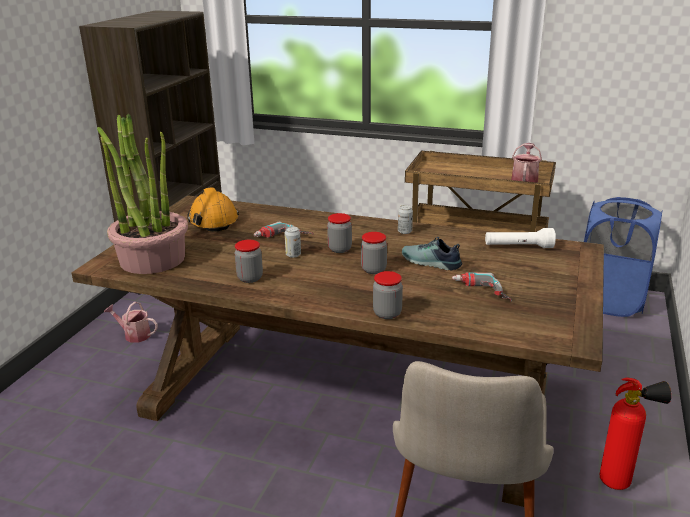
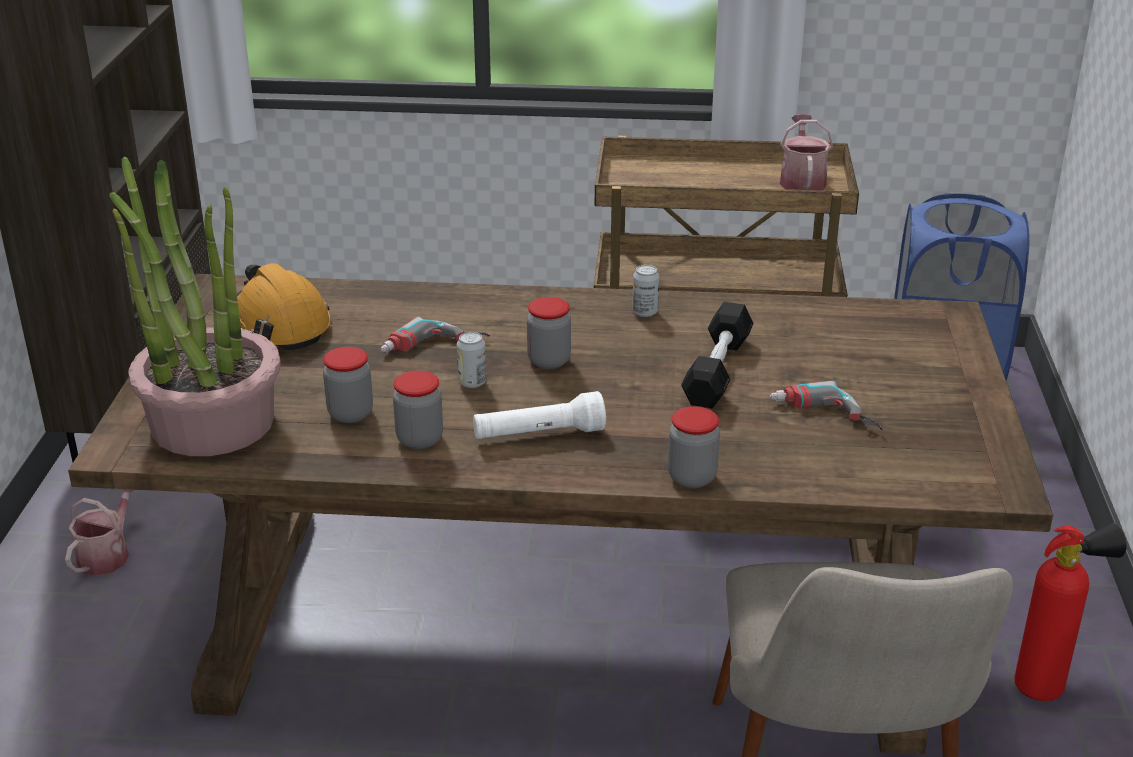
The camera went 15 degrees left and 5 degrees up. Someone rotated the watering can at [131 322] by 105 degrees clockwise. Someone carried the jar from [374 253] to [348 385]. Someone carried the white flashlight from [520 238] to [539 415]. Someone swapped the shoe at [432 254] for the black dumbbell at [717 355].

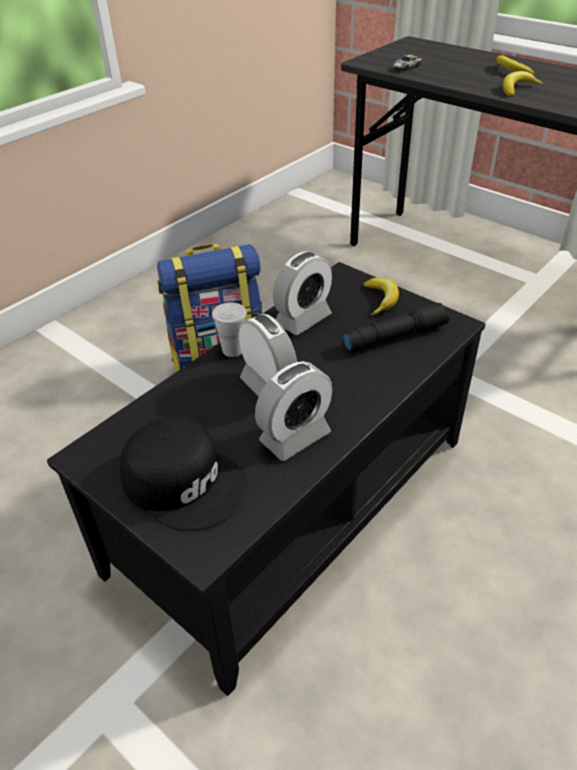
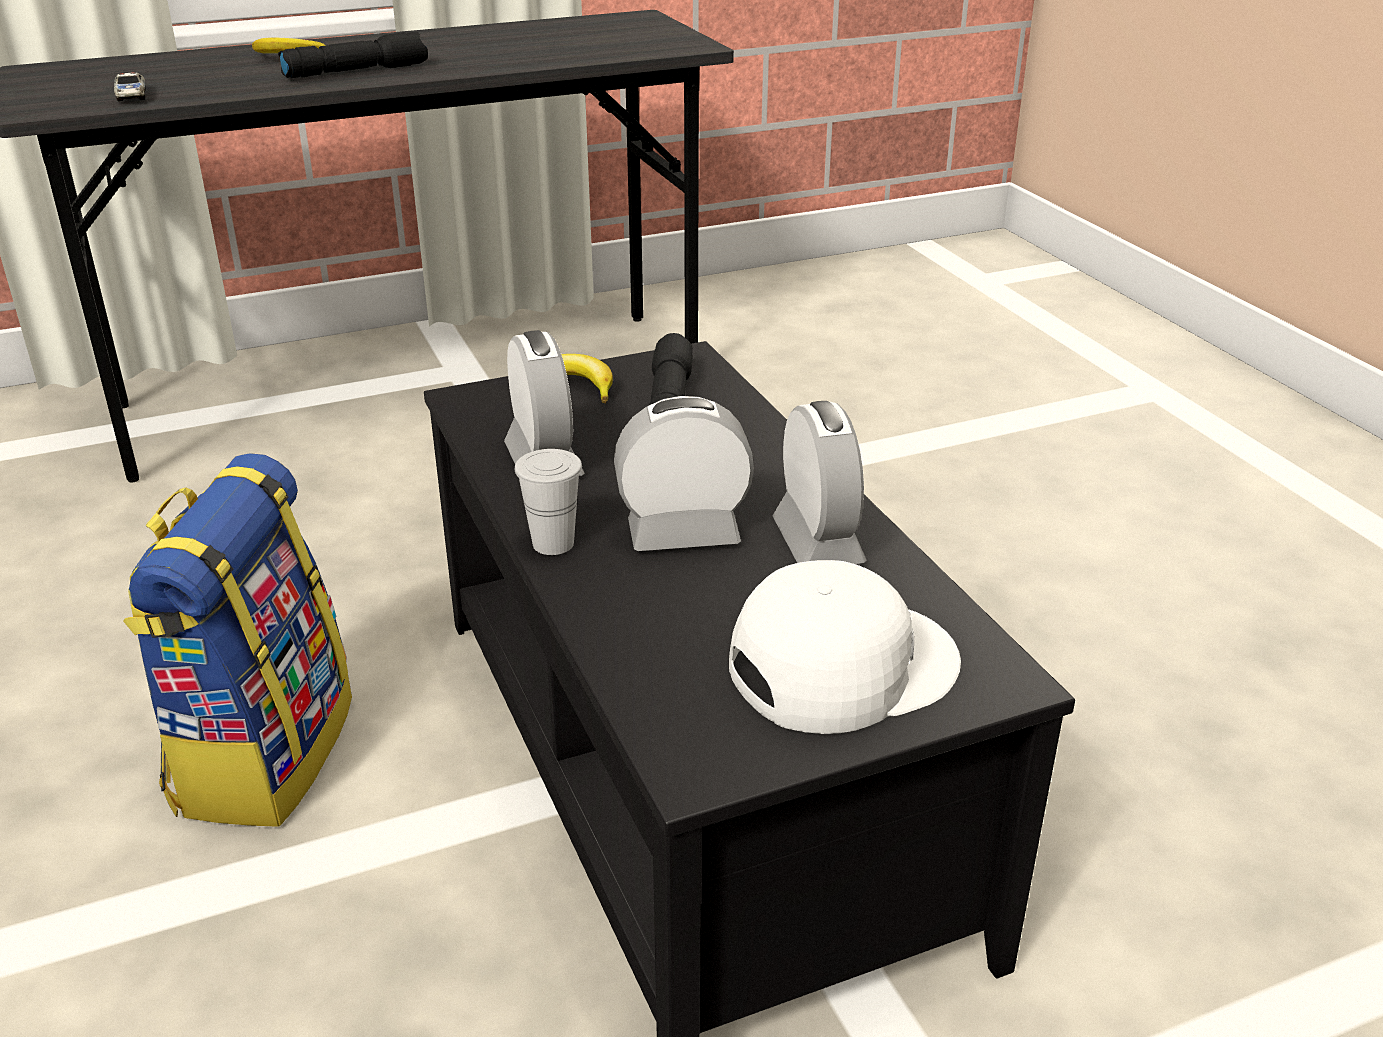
The camera went 65 degrees left and 10 degrees down. Someone swapped the banana at [523 84] for the black flashlight at [353 55]. Someone repainted the black cap at [183 473], which became the white cap at [845 647].

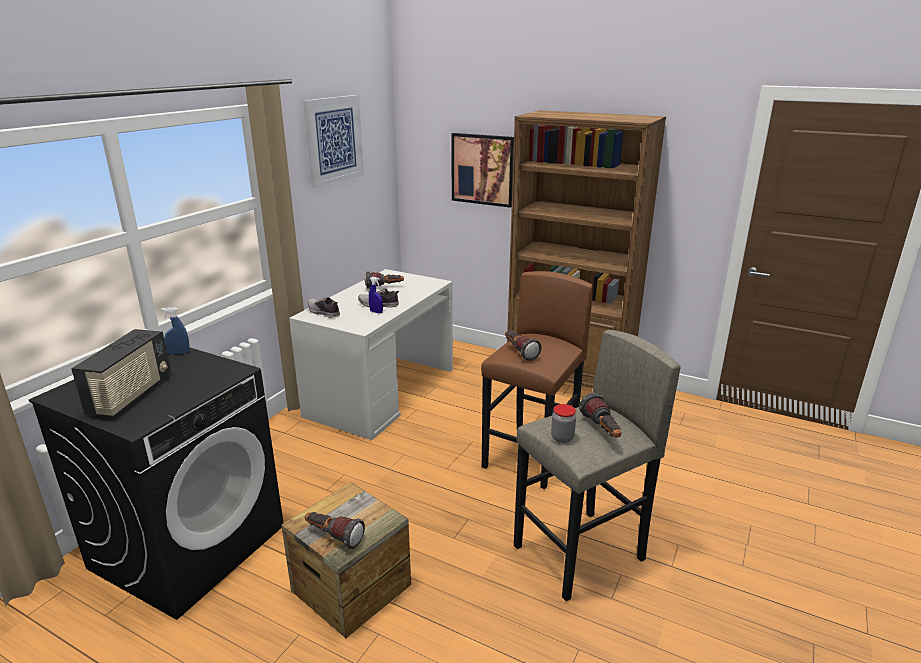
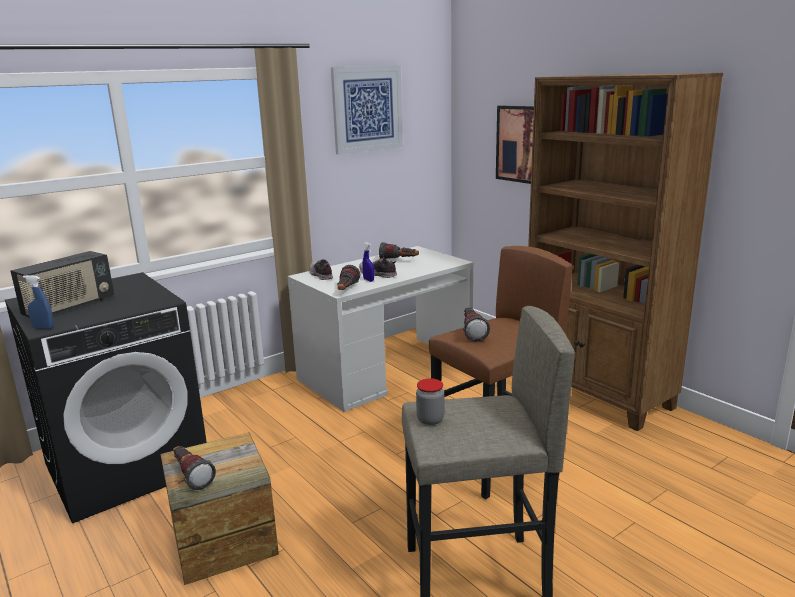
The camera went 25 degrees right and 5 degrees down. Someone carried the blue spray bottle from [175 331] to [38 302]. Someone carried the flashlight from [600 415] to [348 277].

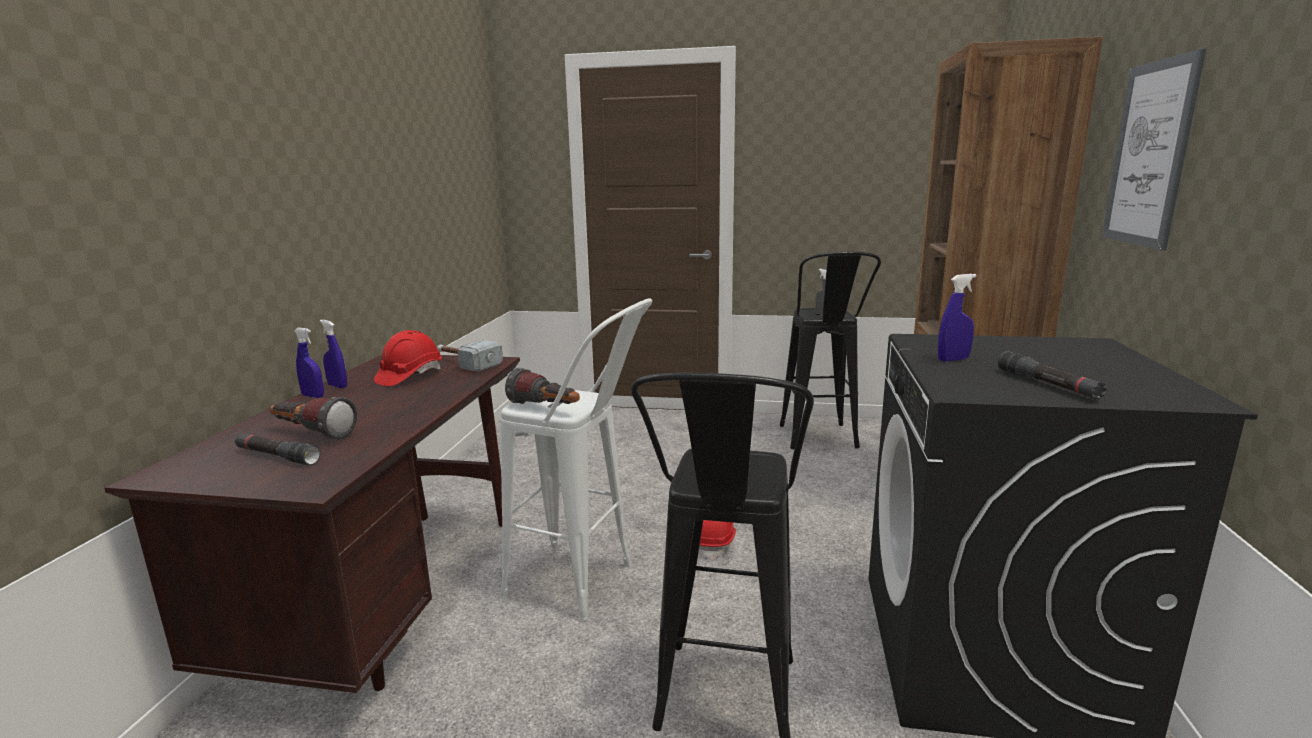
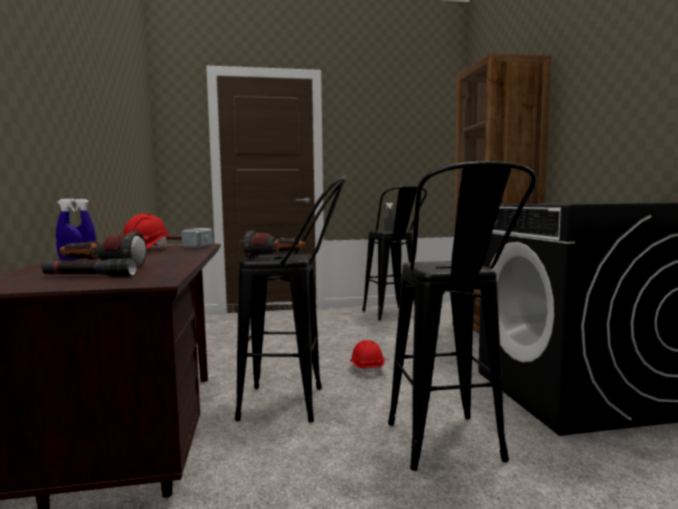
The camera went 20 degrees left and 10 degrees down. Someone repainted the white stool at [576 459], which became the black stool at [291 299]. Someone took away the blue spray bottle at [957 317]. Someone took away the black flashlight at [1052 375]. Someone took away the picture at [1154 150].

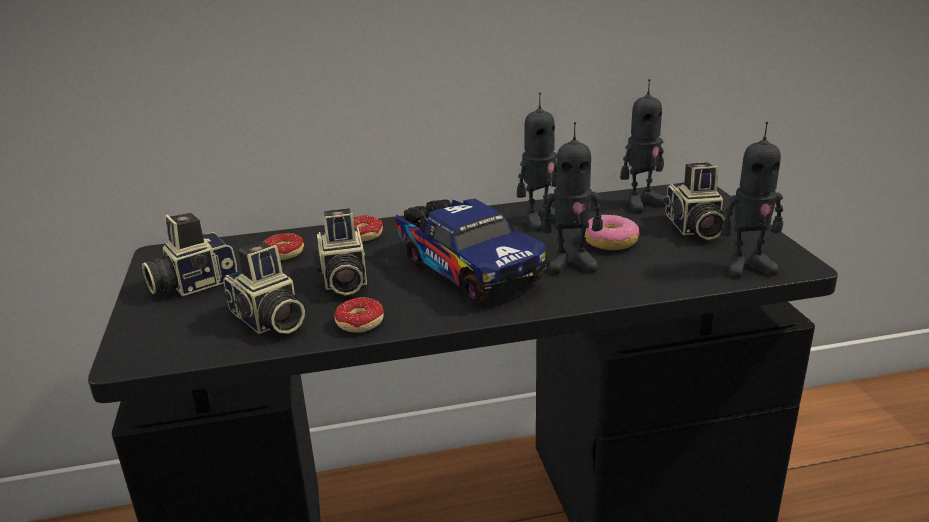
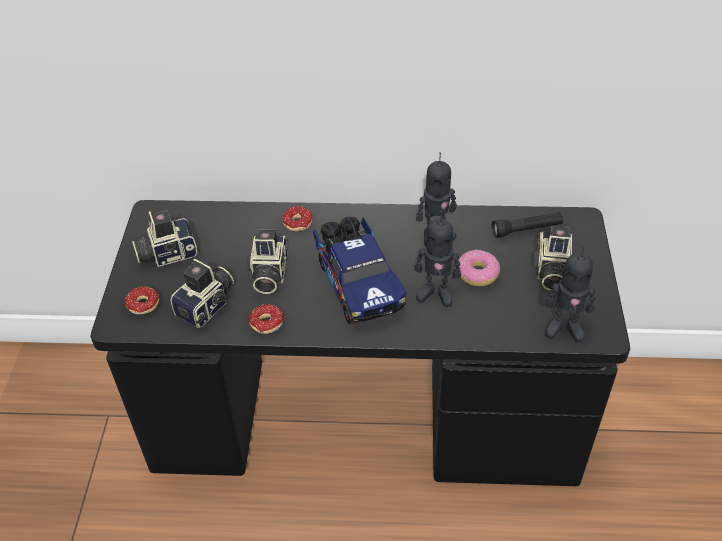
The camera went 15 degrees right and 20 degrees up. Someone carried the donut from [284 246] to [142 303]. Someone rotated the photo camera at [263 288] by 120 degrees counterclockwise. Someone swapped the toy robot at [643 146] for the black flashlight at [527 225].

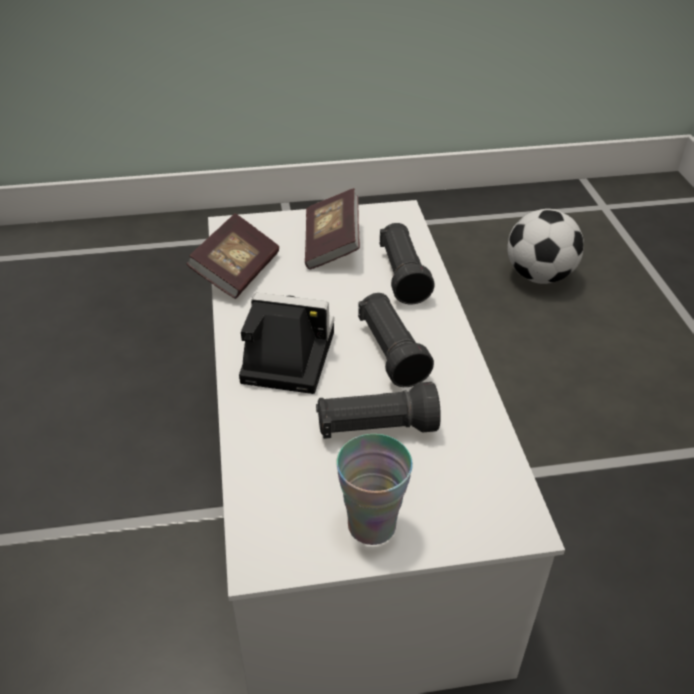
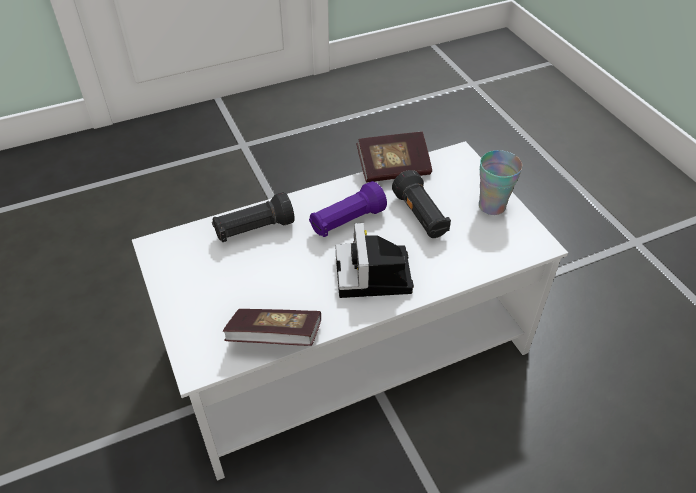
The camera went 105 degrees left and 5 degrees up. Someone repainted the black flashlight at [396 340], which became the purple flashlight at [348 209]. Someone carried the book from [332 229] to [394 157]. Someone took away the football at [545 246].

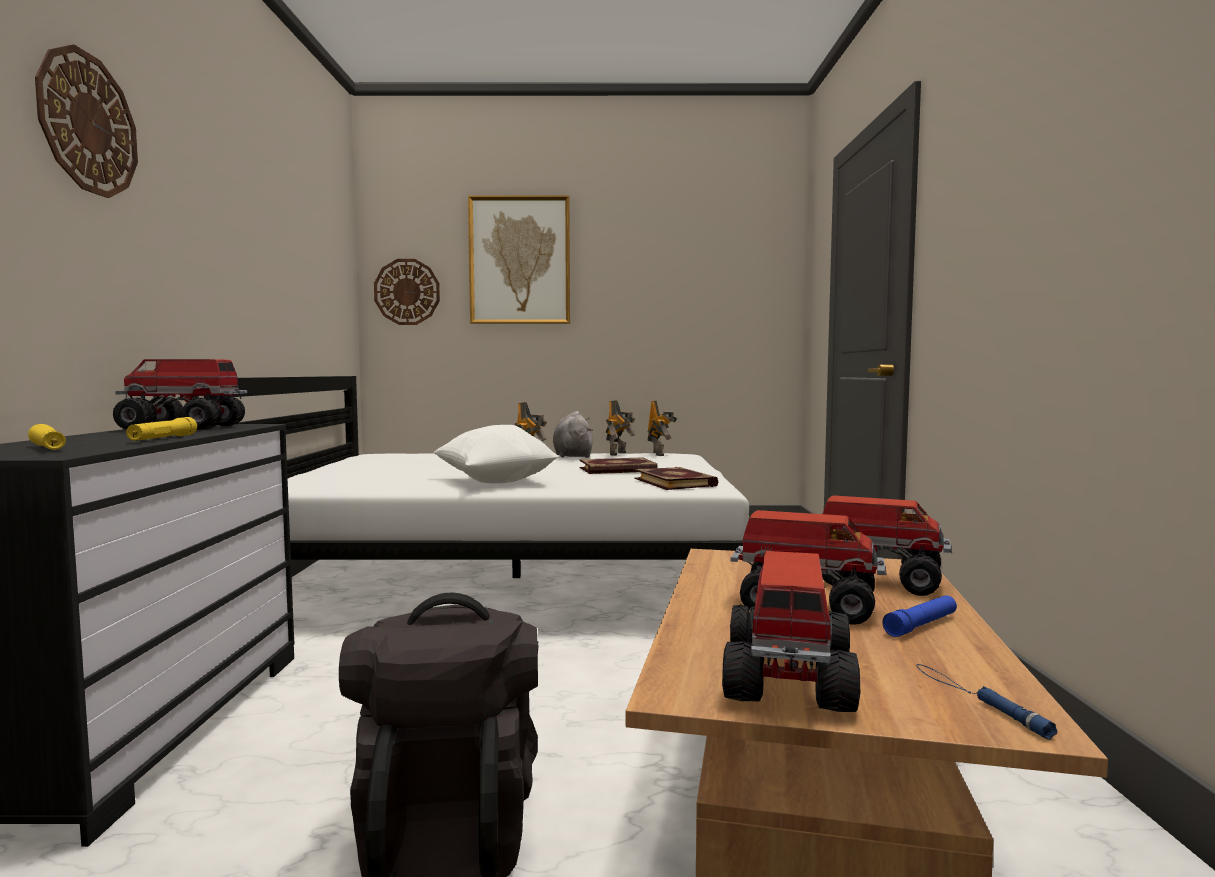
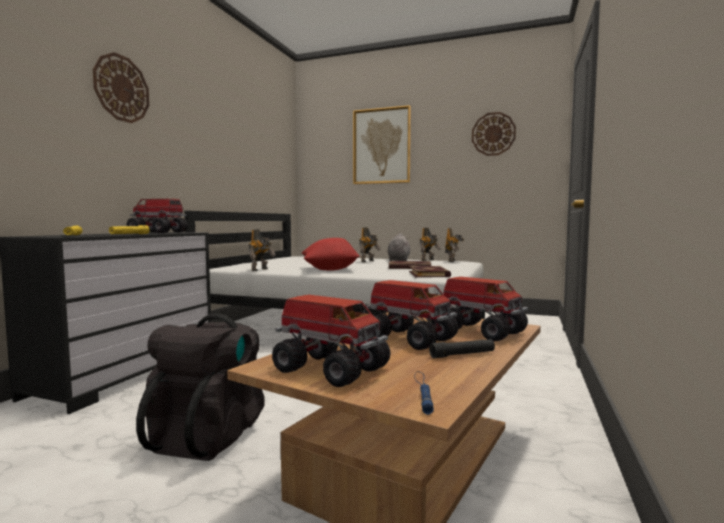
The camera went 20 degrees right and 0 degrees up. Someone put down the toy robot at [261 250]. Someone rotated the toy truck at [791 631] by 90 degrees clockwise. Someone repainted the white pillow at [496 454], which became the red pillow at [331 254]. Someone repainted the blue flashlight at [919 616], which became the black flashlight at [462 348]. Someone carried the wall clock from [407 292] to [494 134].

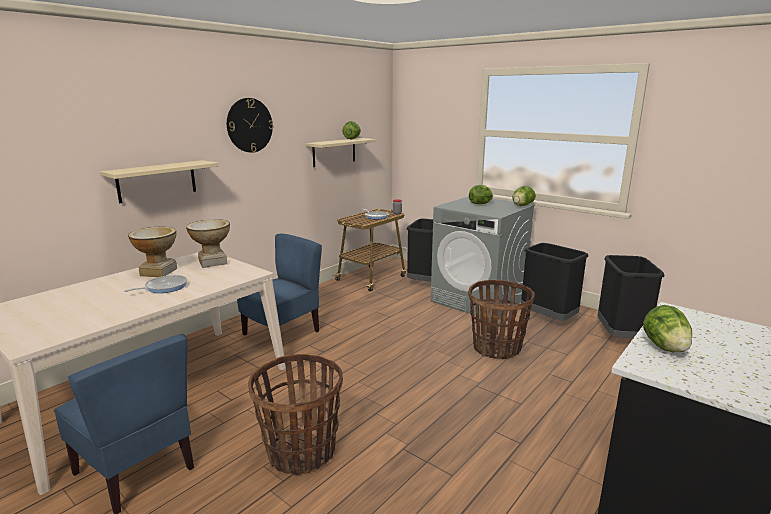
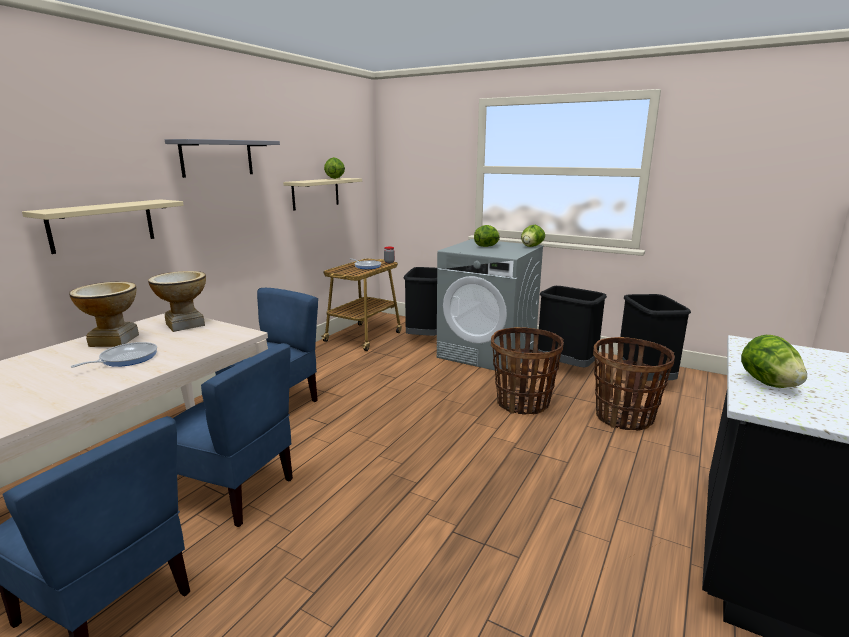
The camera went 10 degrees left and 0 degrees up. Someone swapped the wall clock at [250 125] for the grey shelf at [222 158]. Someone put down the blue chair at [233 435]. Someone carried the basket from [295 414] to [634 384].

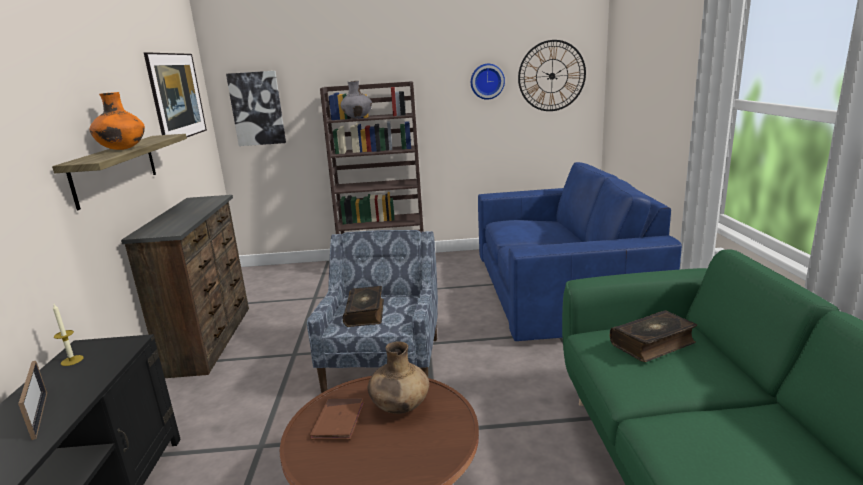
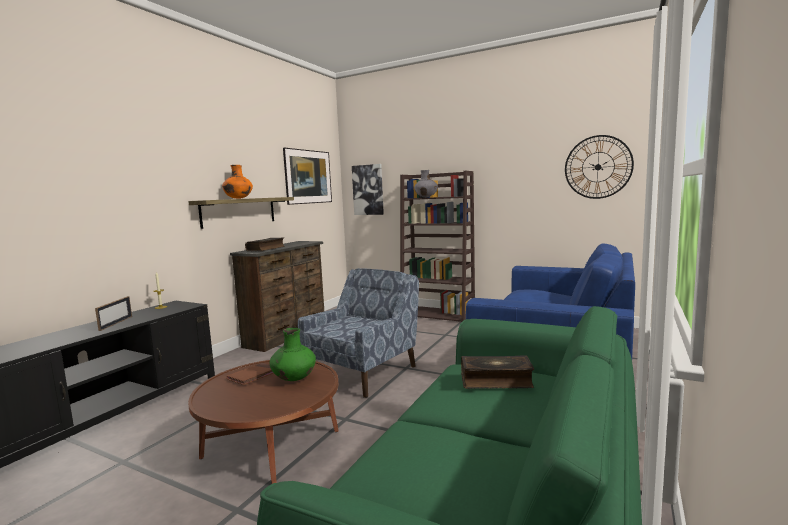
The camera went 30 degrees right and 10 degrees down. Someone carried the book from [363 306] to [265 244]. Someone repainted the brown vase at [398 378], which became the green vase at [292 354]. Someone took away the wall clock at [488 82].

